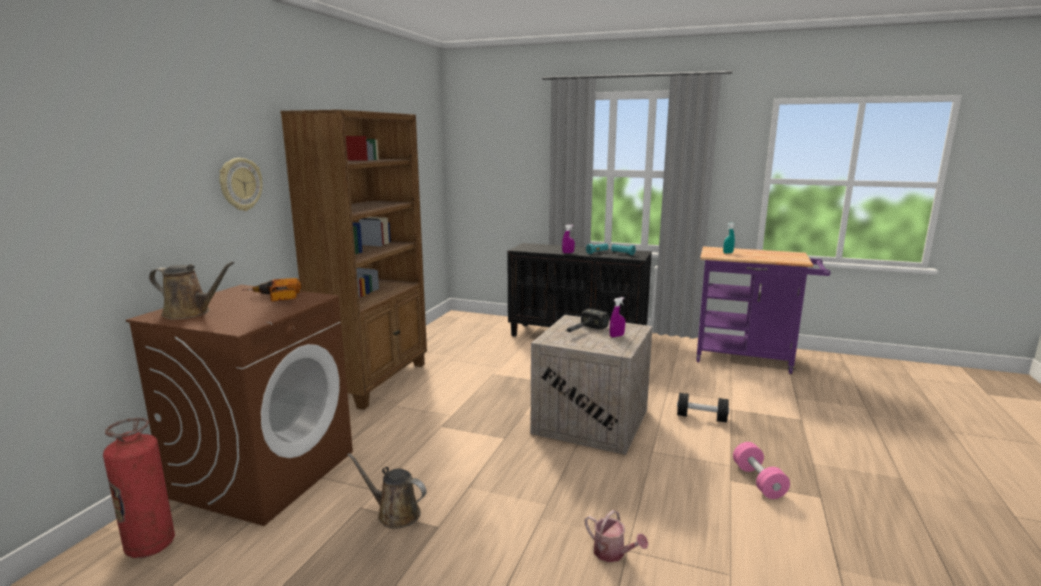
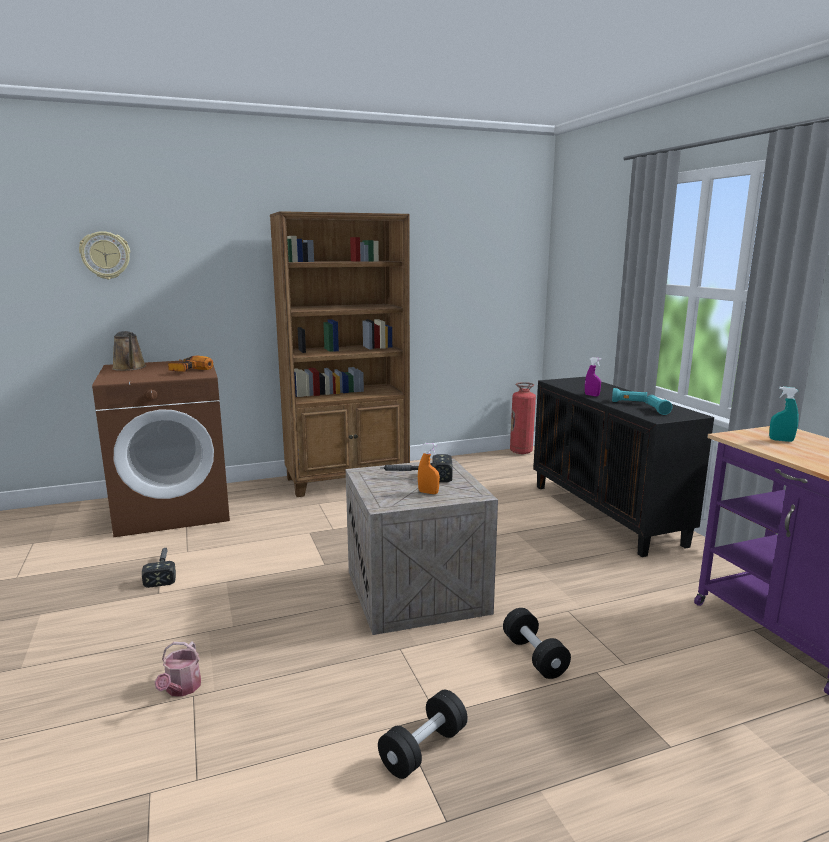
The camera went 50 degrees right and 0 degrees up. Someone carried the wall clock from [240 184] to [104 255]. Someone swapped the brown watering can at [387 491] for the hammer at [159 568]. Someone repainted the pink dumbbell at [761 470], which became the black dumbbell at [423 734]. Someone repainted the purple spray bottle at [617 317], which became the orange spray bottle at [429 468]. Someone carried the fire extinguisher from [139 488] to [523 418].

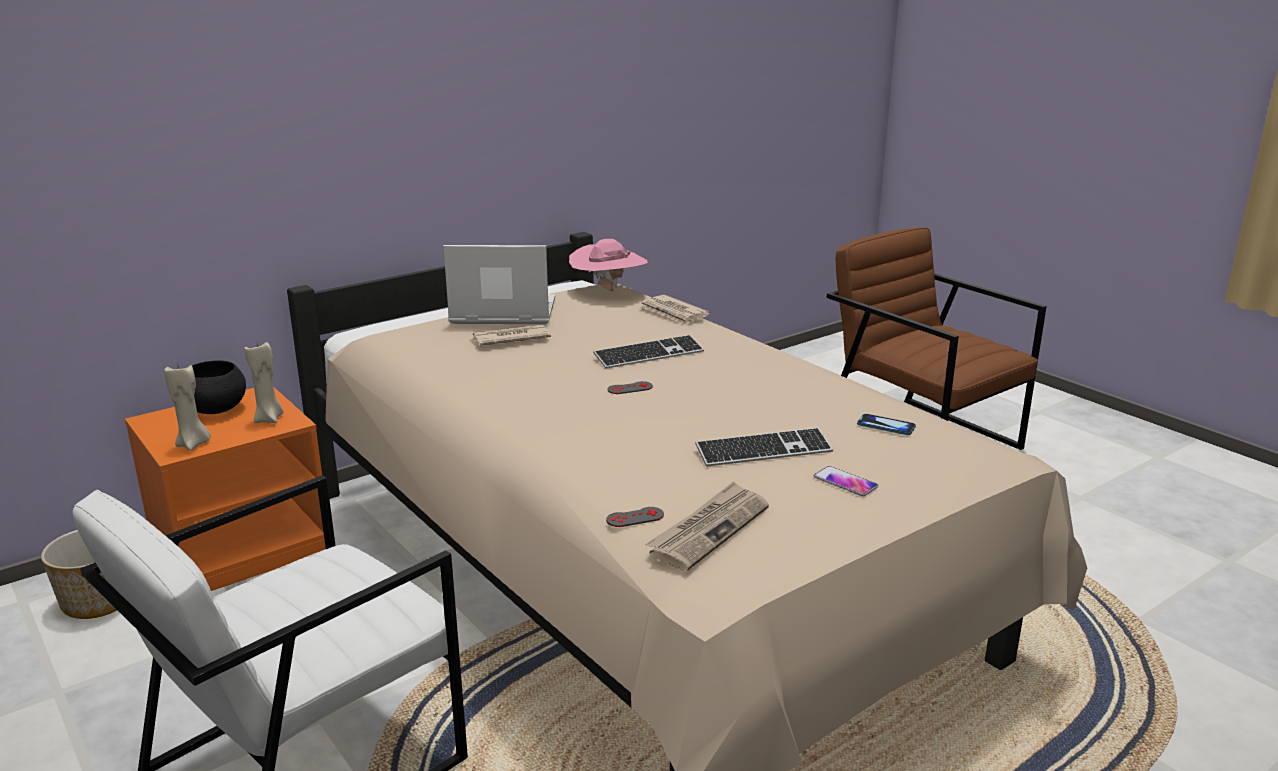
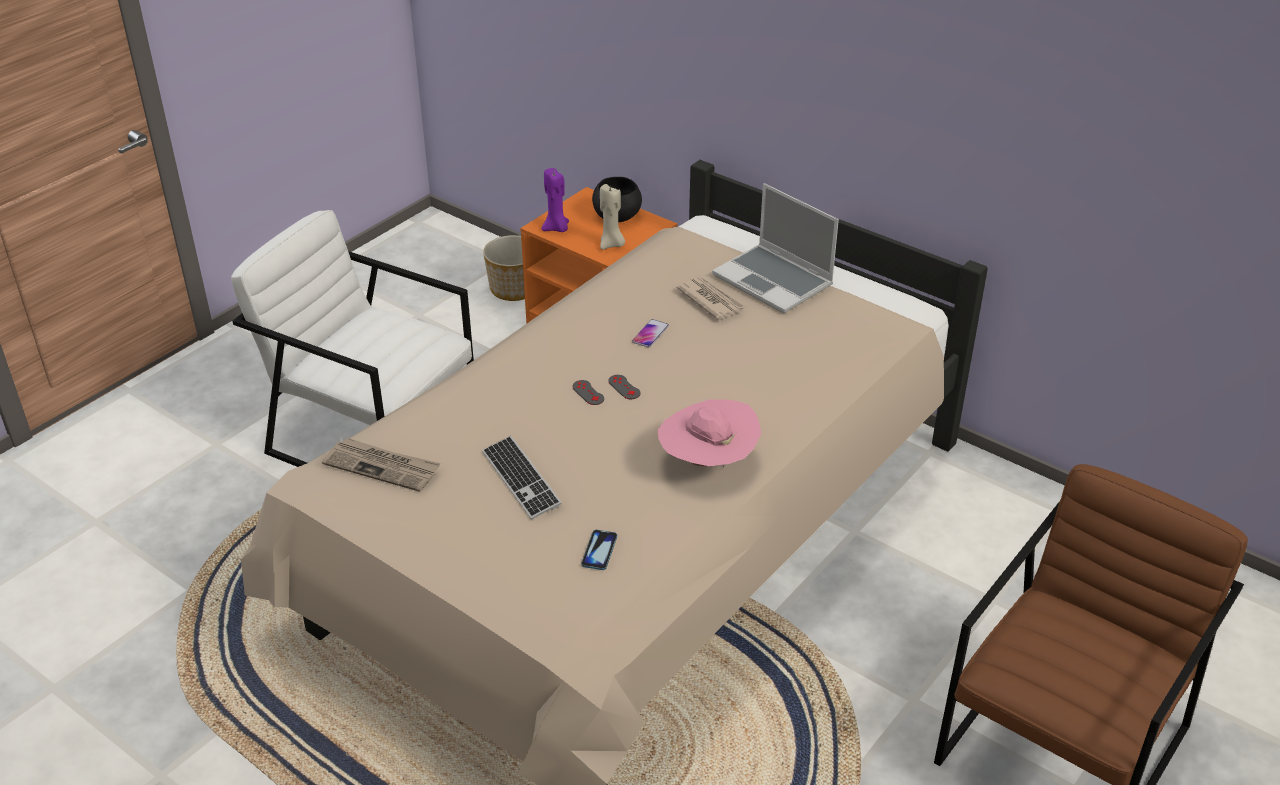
The camera went 75 degrees right and 15 degrees up. Someone repainted the beige candle at [187 407], which became the purple candle at [555 200]. Someone carried the grey game controller from [635 517] to [588 392]. Someone carried the phone from [846 481] to [650 333]. Someone carried the pink hat from [608 265] to [709 433]. Someone rotated the laptop at [499 284] by 150 degrees clockwise. Someone took away the keyboard at [648 352]. Someone took away the newspaper at [675 310].

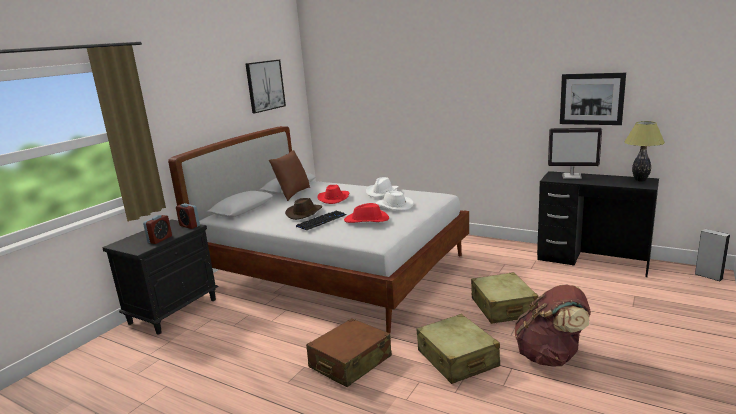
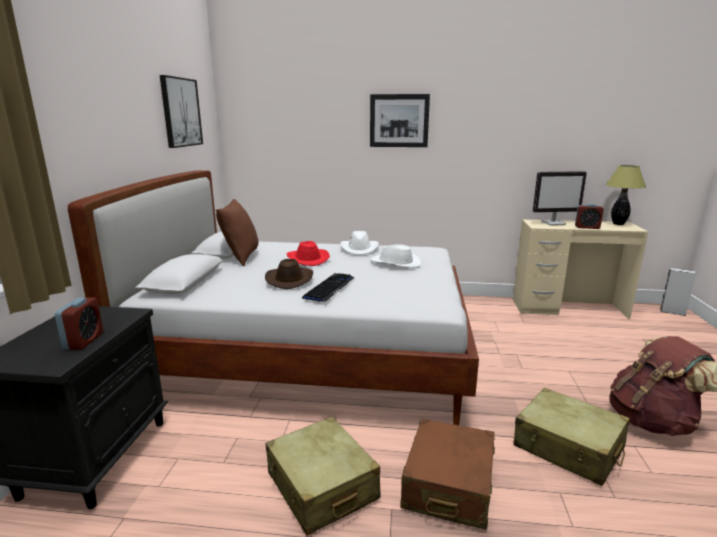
The camera went 25 degrees left and 0 degrees up. Someone carried the beige suitcase from [504 298] to [323 476]. Someone carried the picture from [593 99] to [400 120]. Someone repainted the black desk at [598 224], which became the beige desk at [580 269]. Someone carried the alarm clock from [188 216] to [589 216]. Someone took away the red hat at [366 213].

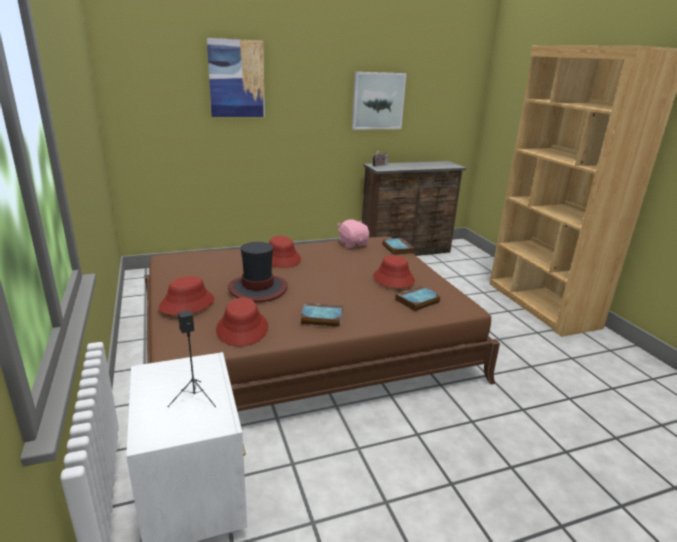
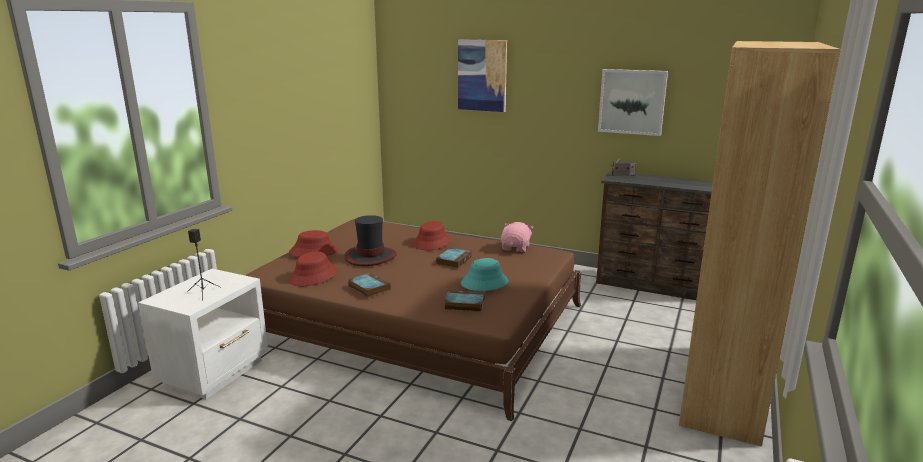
The camera went 45 degrees right and 5 degrees down. Someone carried the book from [398 246] to [454 258]. Someone repainted the red hat at [394 271], which became the turquoise hat at [484 274].

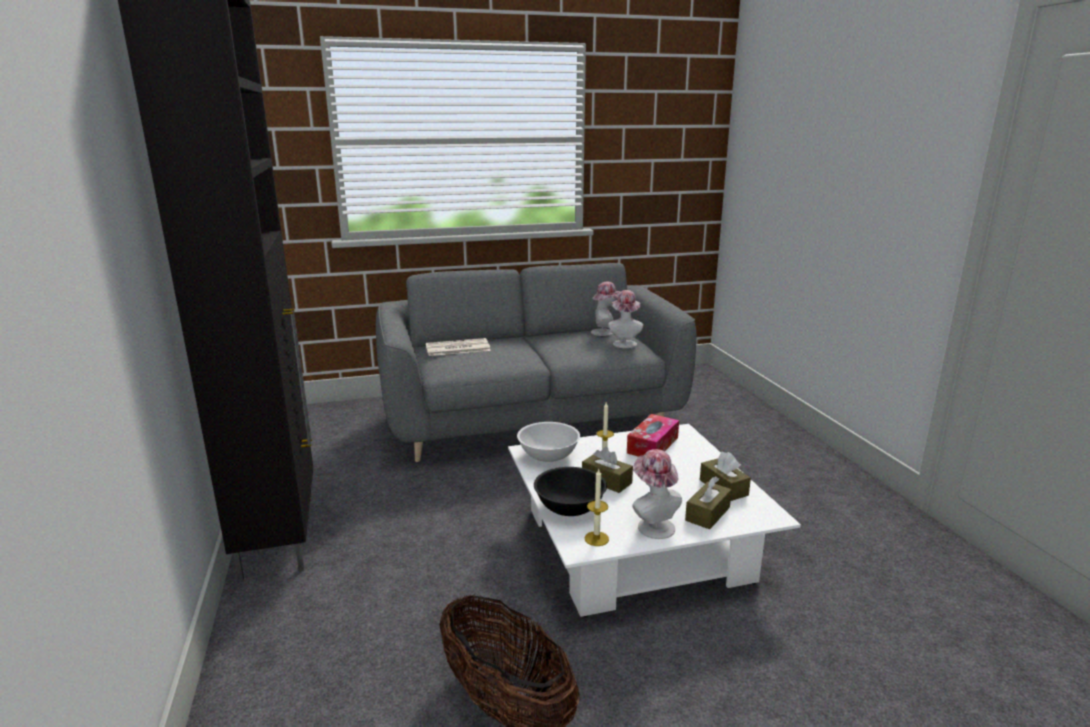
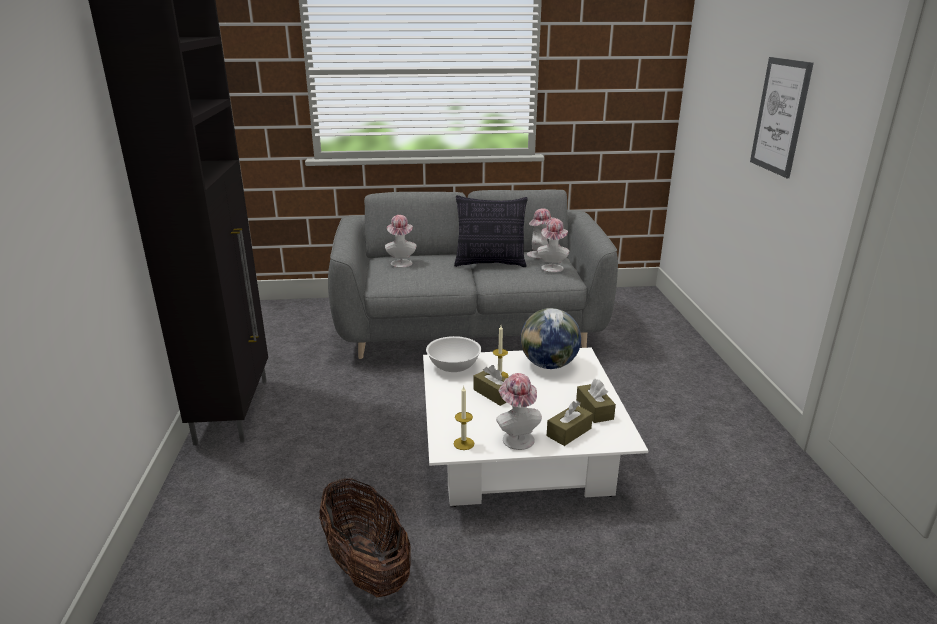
The camera went 10 degrees right and 5 degrees up. Someone swapped the newspaper at [458 347] for the hat at [400 241]. Someone put down the pillow at [491 231]. Someone swapped the tissue box at [653 435] for the globe at [551 338]. Someone put up the picture at [782 117]. Someone took away the black bowl at [570 491].

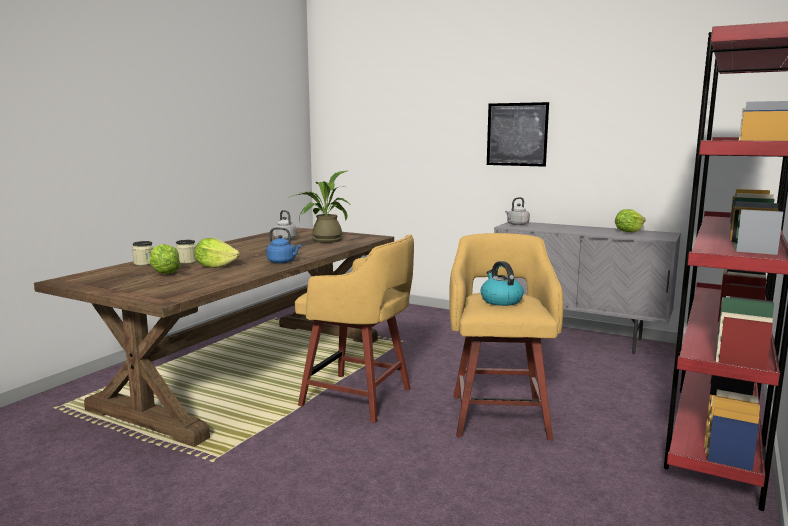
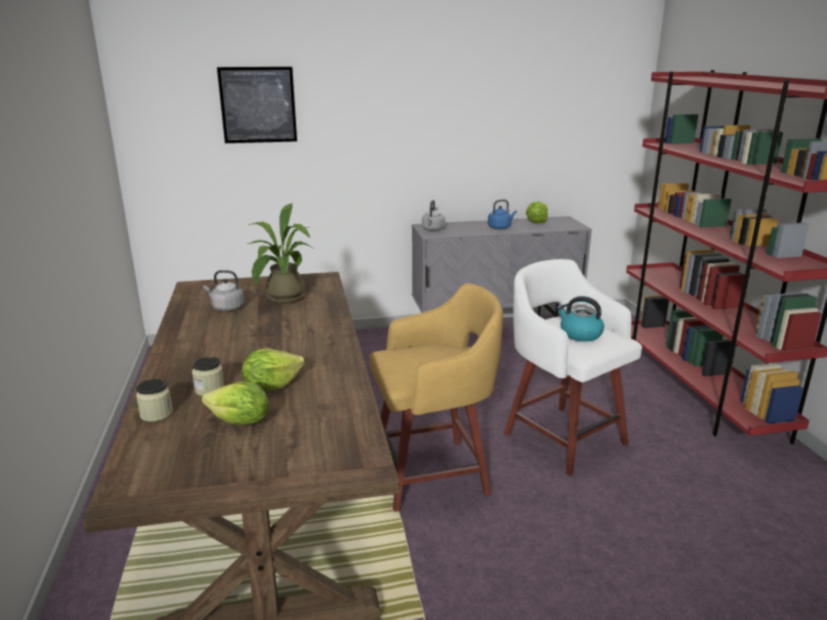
The camera went 40 degrees left and 10 degrees up. Someone carried the picture from [518 134] to [257 105]. Someone carried the blue kettle from [283 245] to [502 214]. Someone repainted the yellow stool at [506 336], which became the white stool at [573 367].

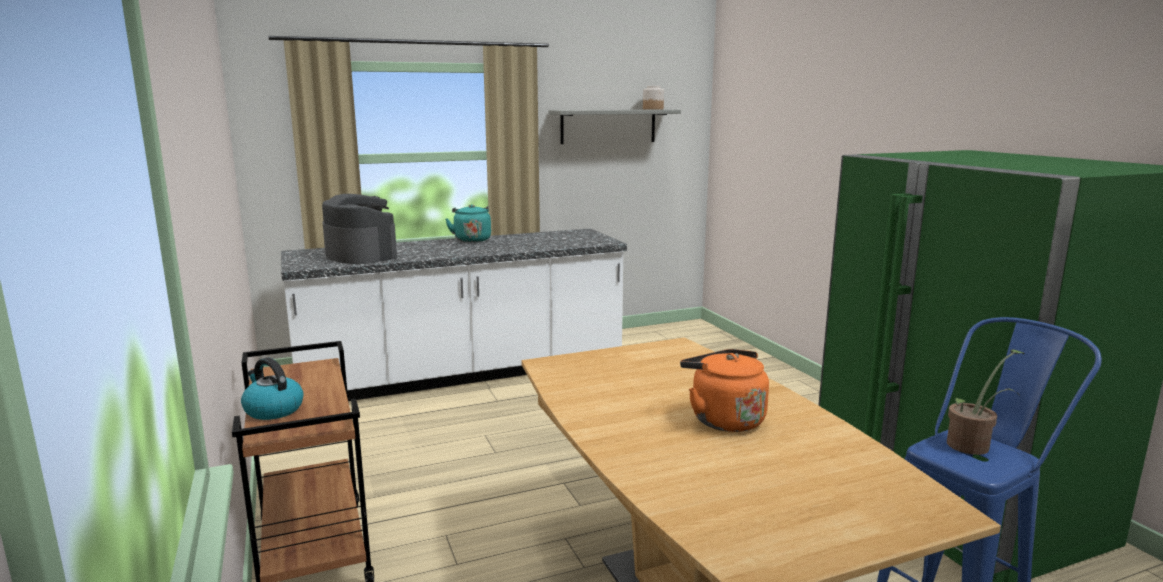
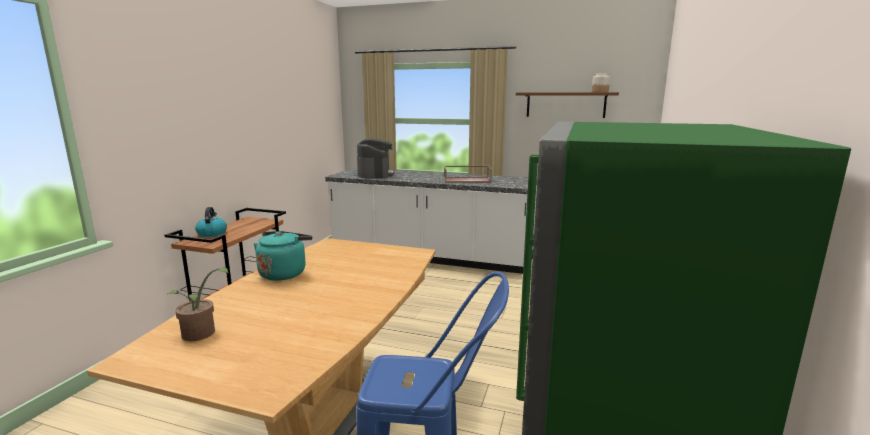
The camera went 40 degrees right and 0 degrees up. Someone carried the potted plant from [985 402] to [198 304]. Someone carried the turquoise kettle from [468 223] to [283 256]. Someone put down the brown tray at [468 174]. Someone repainted the grey shelf at [615 126], which became the brown shelf at [567 105]. Someone took away the orange kettle at [724 390].

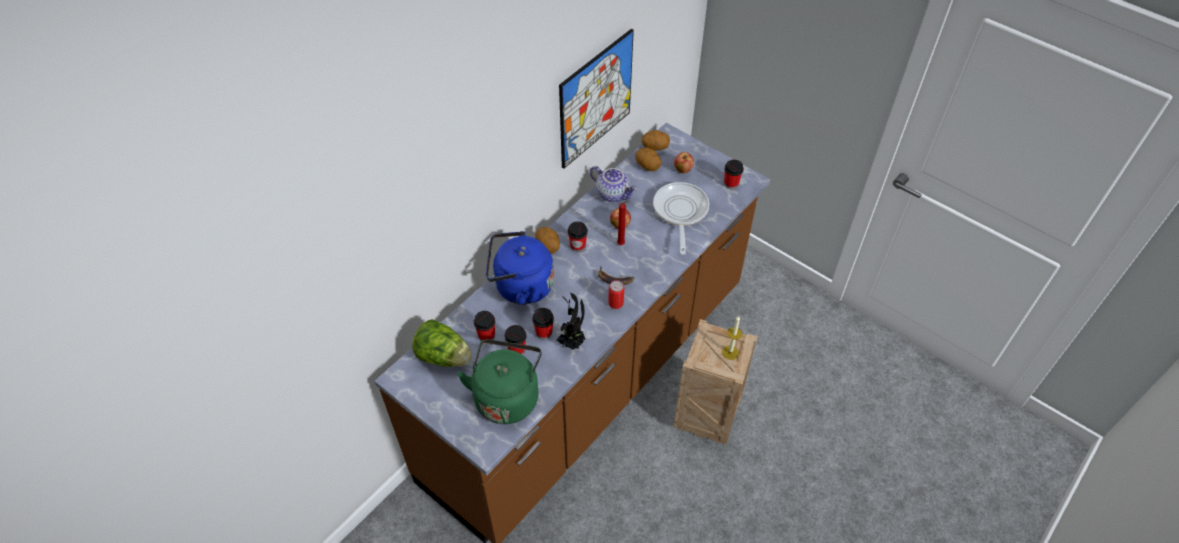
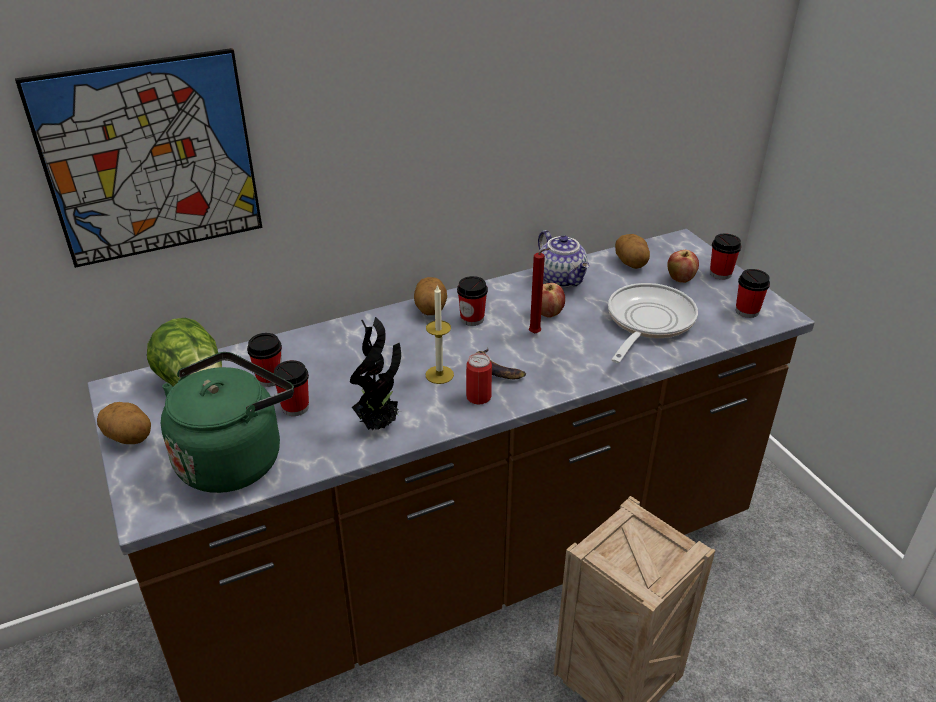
The camera went 25 degrees right and 15 degrees down. Someone carried the picture from [596 98] to [138 158]. Someone carried the potato from [656 140] to [124 423]. Someone carried the candle from [732 338] to [440 334]. Someone carried the cup from [543 323] to [725 256]. Someone took away the blue kettle at [520 268].

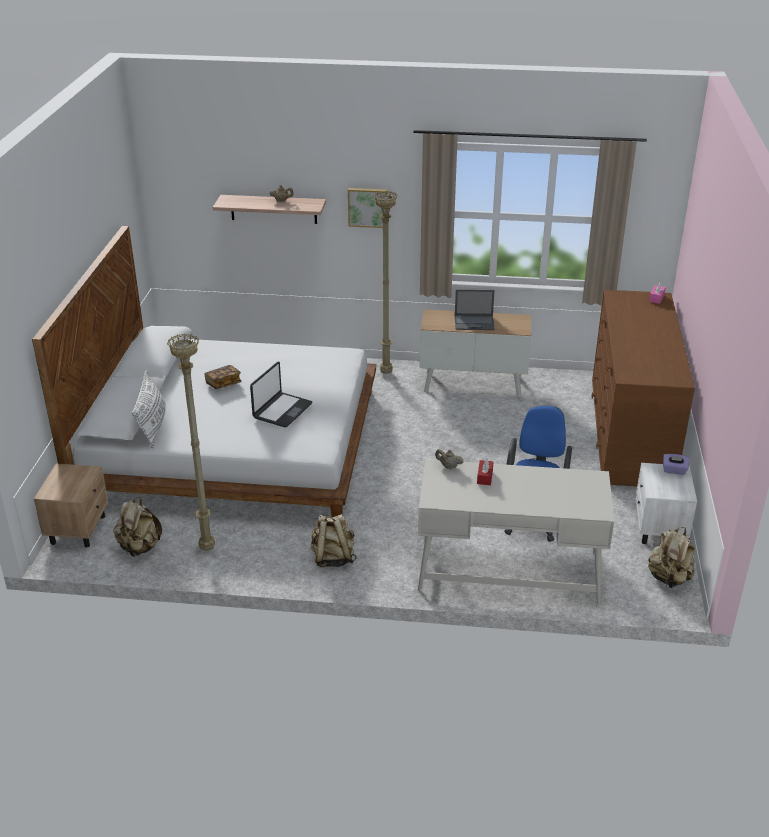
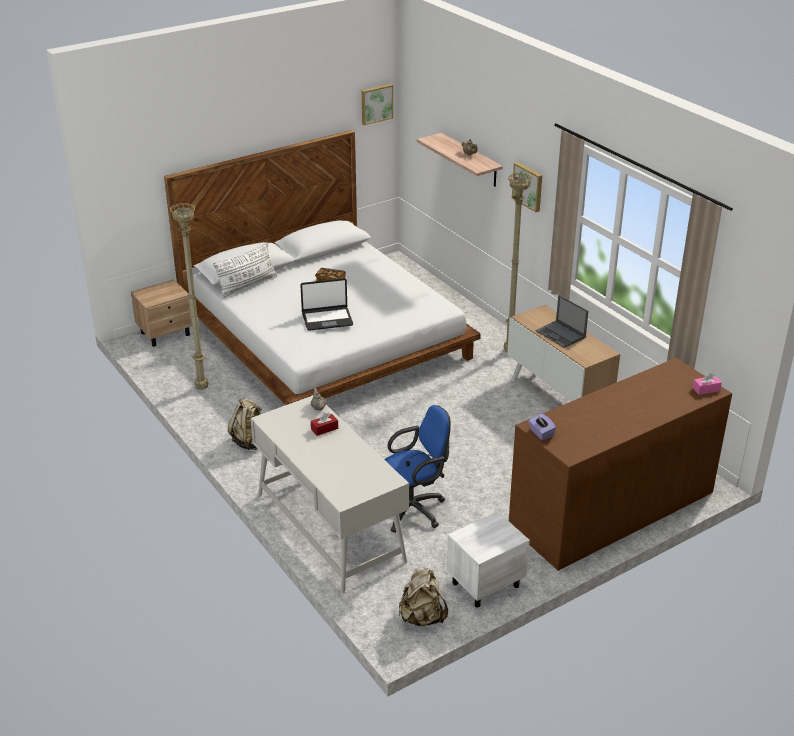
The camera went 50 degrees right and 0 degrees up. Someone put up the picture at [377 104]. Someone carried the purple tissue box from [676 464] to [542 426]. Someone took away the beige backpack at [137 527].

